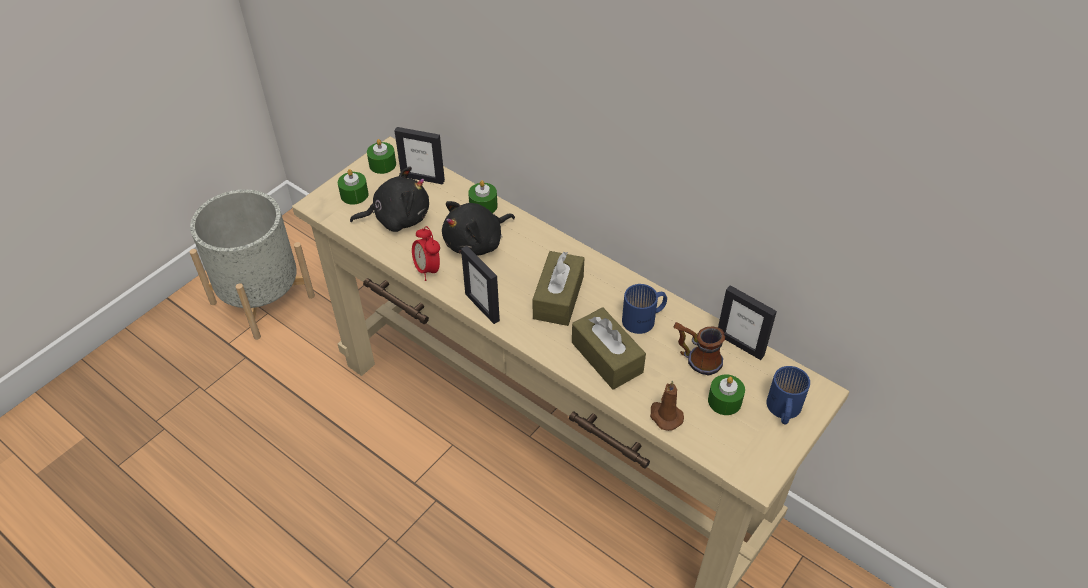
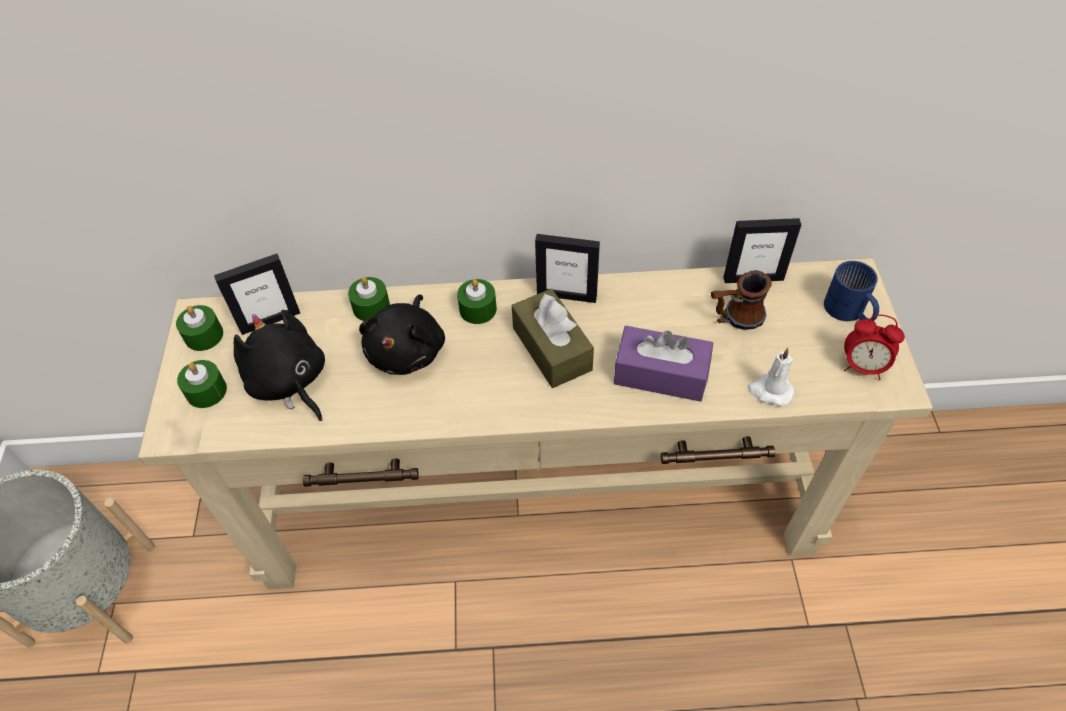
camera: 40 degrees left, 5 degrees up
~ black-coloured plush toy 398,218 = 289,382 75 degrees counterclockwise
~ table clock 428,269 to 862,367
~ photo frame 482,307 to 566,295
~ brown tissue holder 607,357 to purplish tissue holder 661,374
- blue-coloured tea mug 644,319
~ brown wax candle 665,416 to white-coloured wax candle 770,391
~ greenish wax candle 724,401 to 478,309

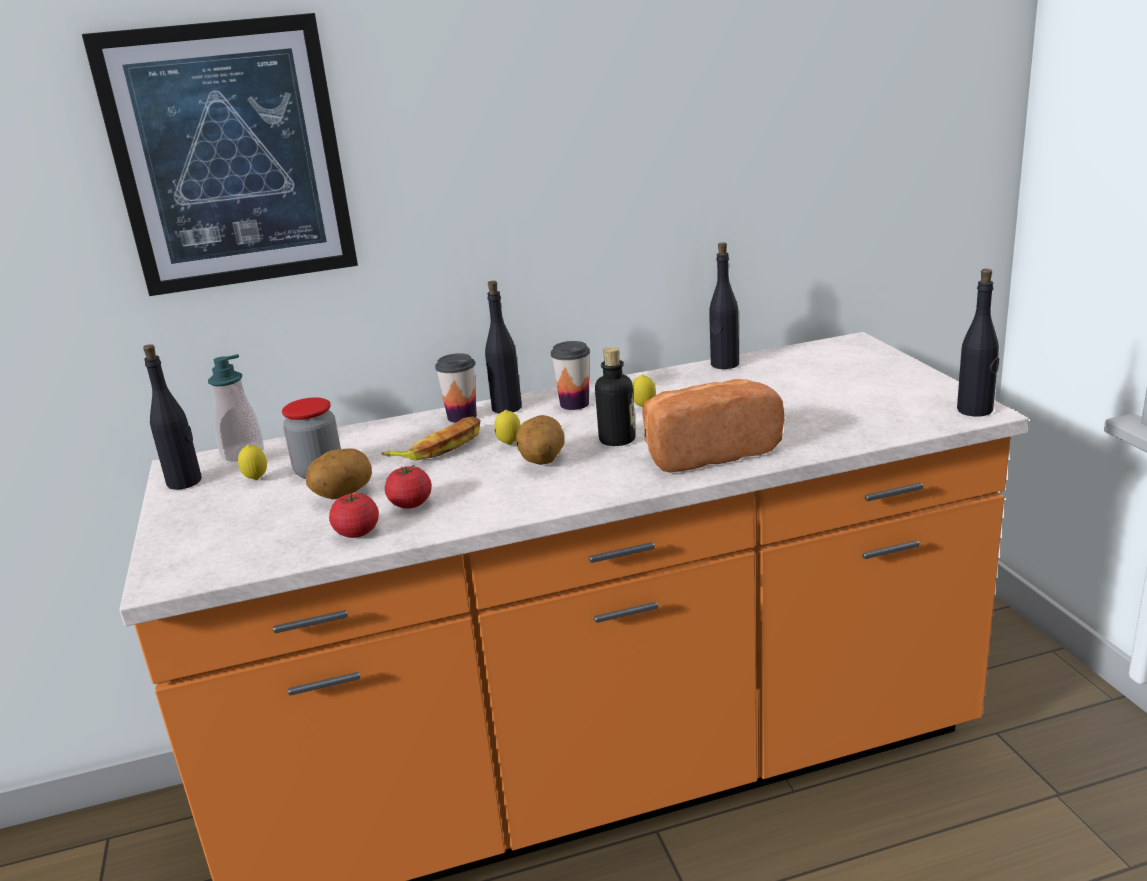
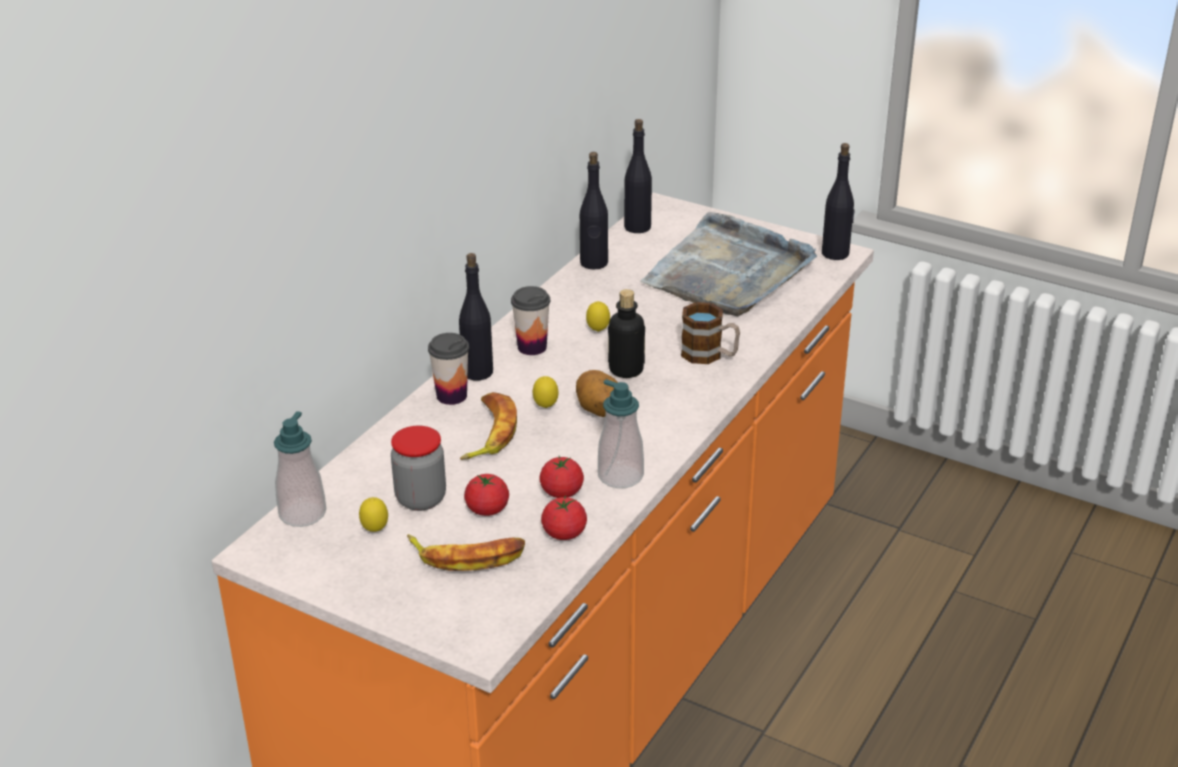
camera: 45 degrees left, 10 degrees up
- wall art 230,156
~ black-coloured bottle 185,482 to 638,227
~ potato 343,495 to fresh tomato 487,509
~ baked bread 707,451 to tea mug 709,355
+ banana 468,556
+ liquid soap bottle 620,476
+ gray carrying tray 728,272

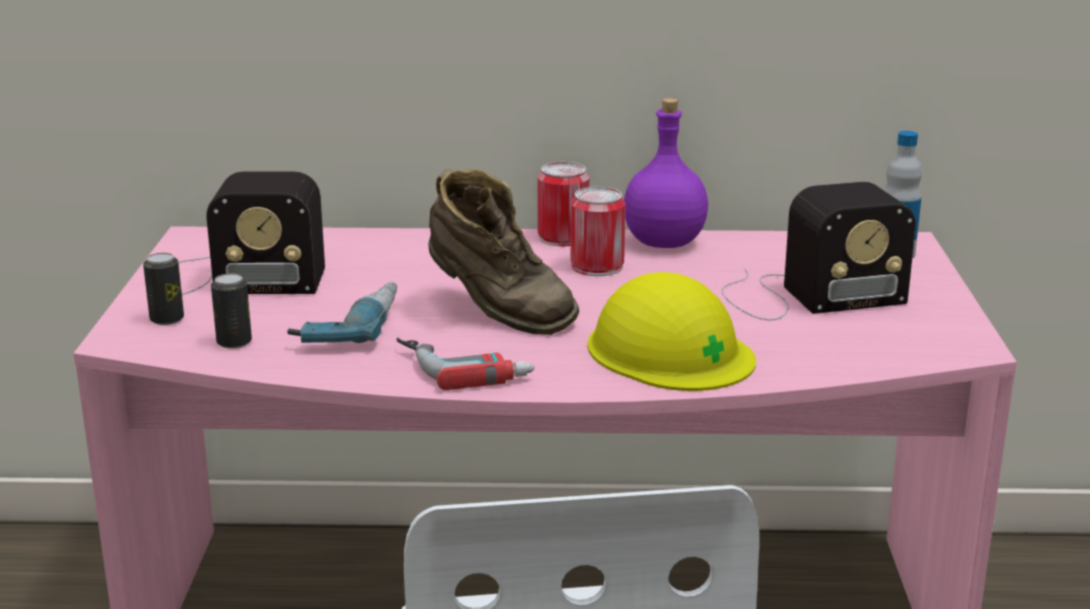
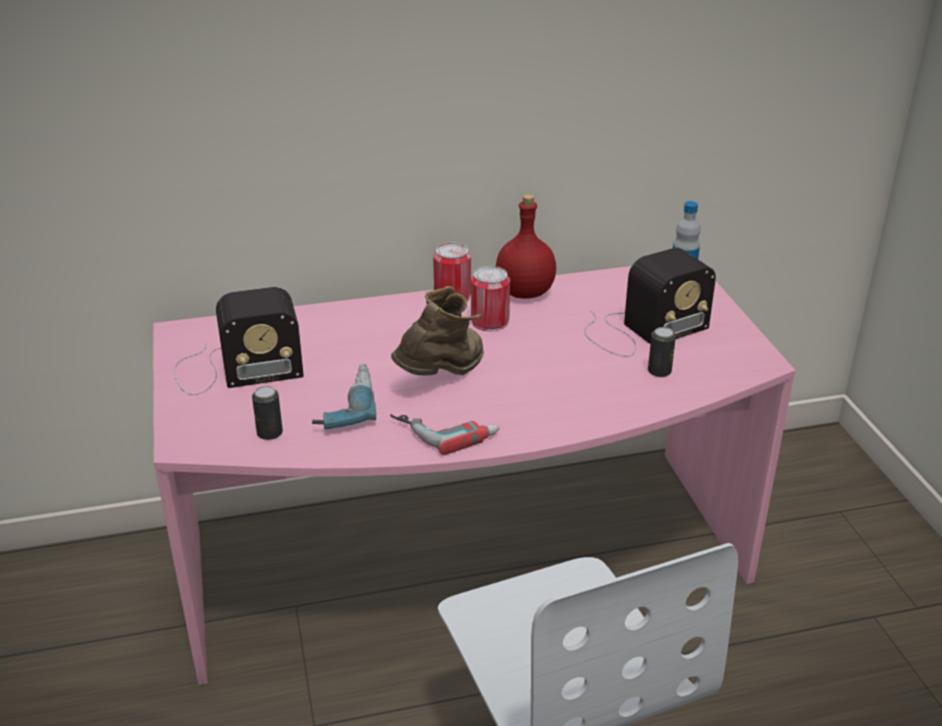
camera: 15 degrees left, 10 degrees up
~ can 167,319 to 659,371
~ brown boot 497,313 = 443,377 75 degrees counterclockwise
- yellow-coloured hard hat 669,351
~ purplish bottle 665,243 to red-coloured bottle 526,292

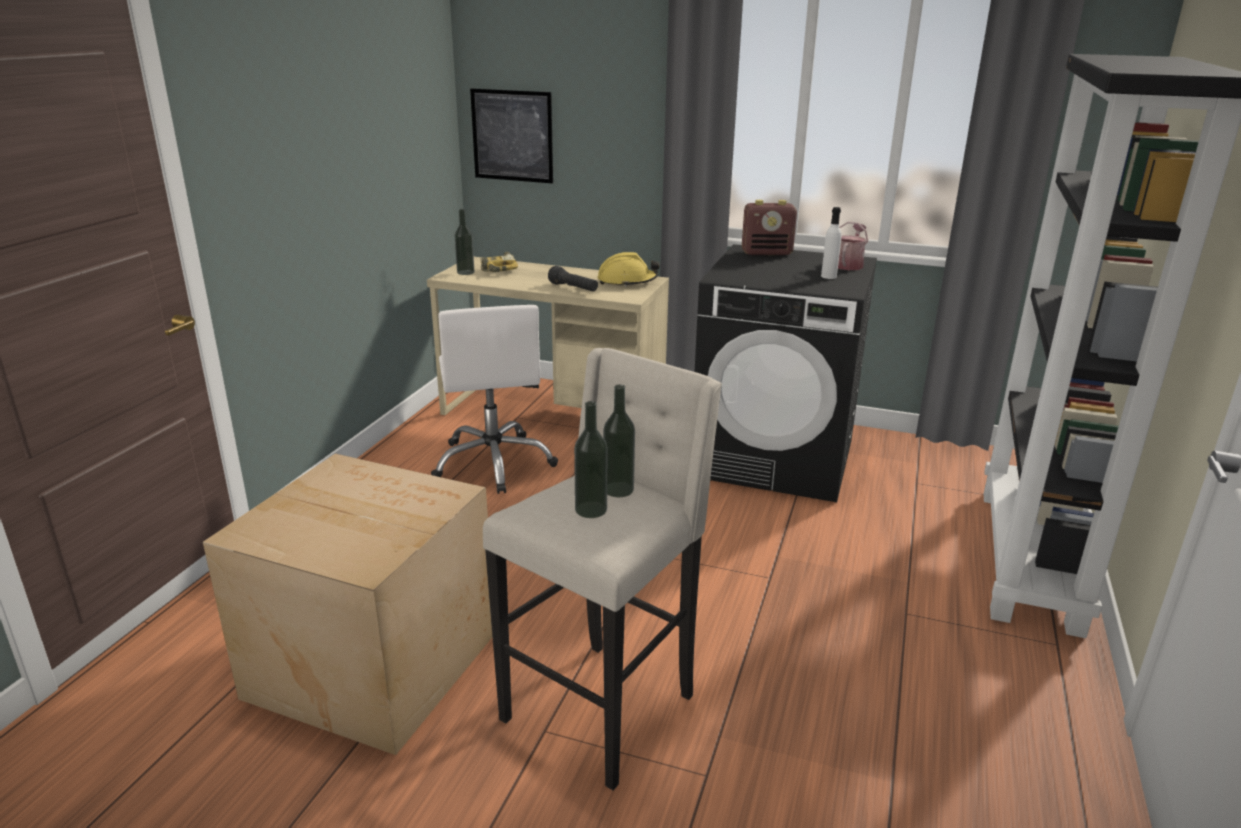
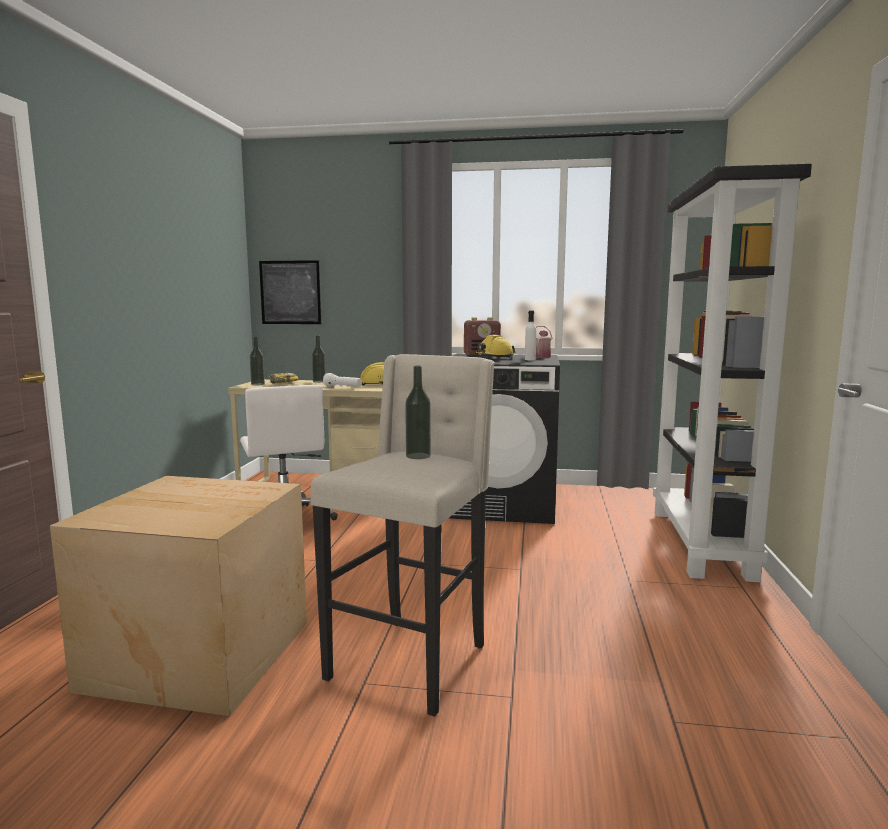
camera: 10 degrees left, 15 degrees down
~ black-coloured torch 573,288 to white-coloured torch 343,387
~ bottle 591,509 to 319,381
+ yellow-coloured hard hat 493,358

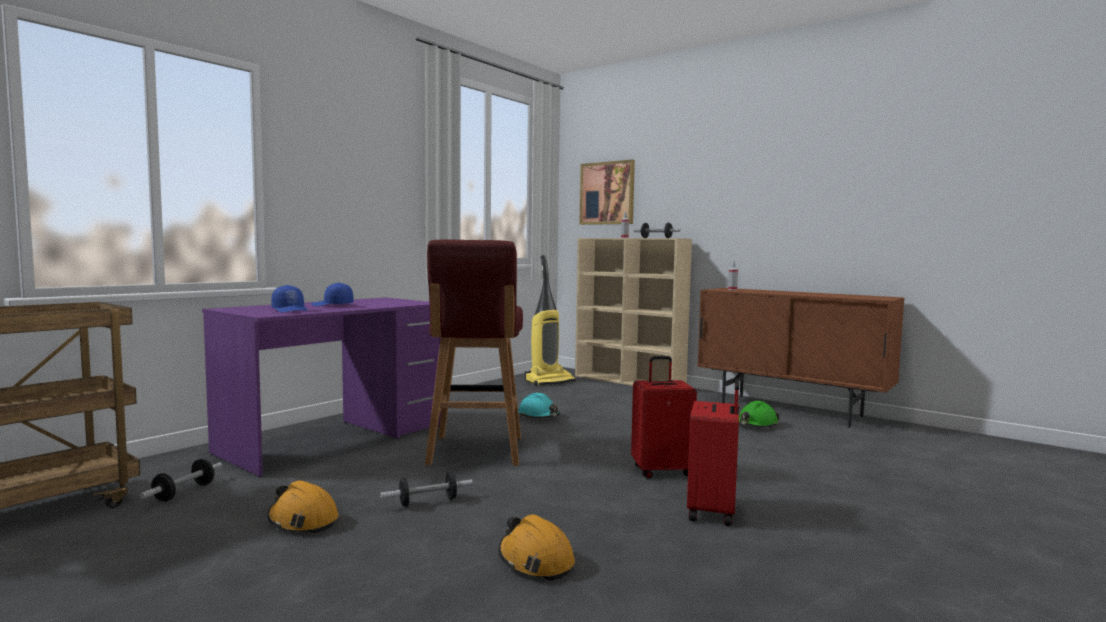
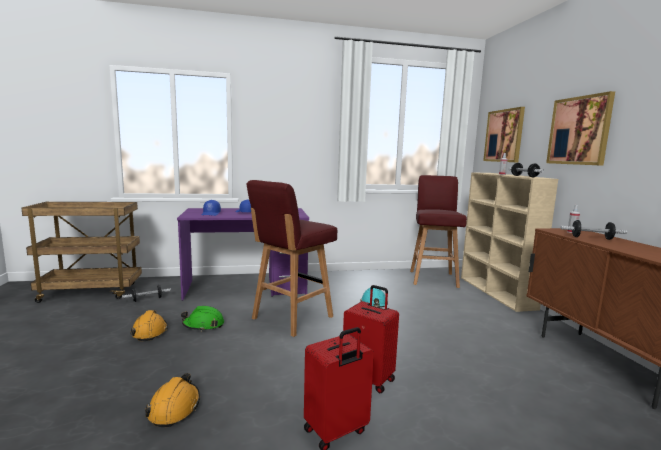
camera: 40 degrees right, 5 degrees up
~ free weight 428,502 to 591,238
~ vacuum cleaner 549,381 to red-coloured sitting stool 433,278
~ greenish hard hat 756,425 to 203,325
+ wall art 579,131

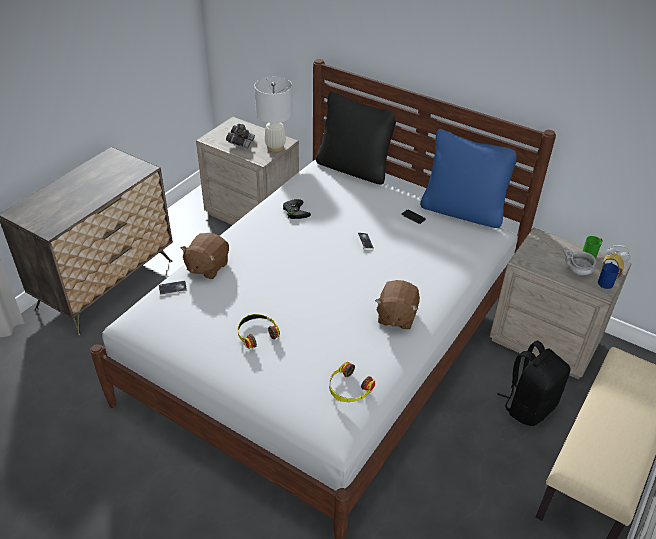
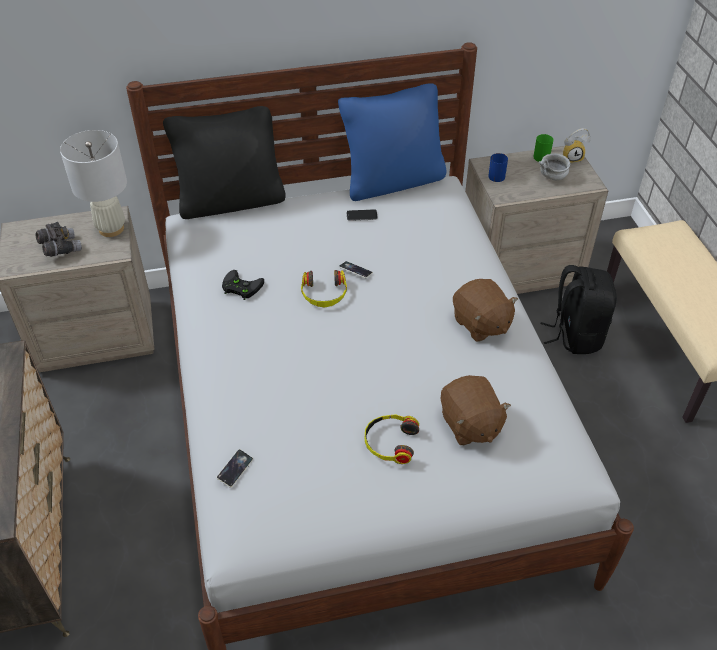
camera: 45 degrees left, 5 degrees up
~ brown plush toy 207,267 to 470,424
~ pair of headphones 349,388 to 324,294
~ blue-coloured tea mug 608,283 to 497,175

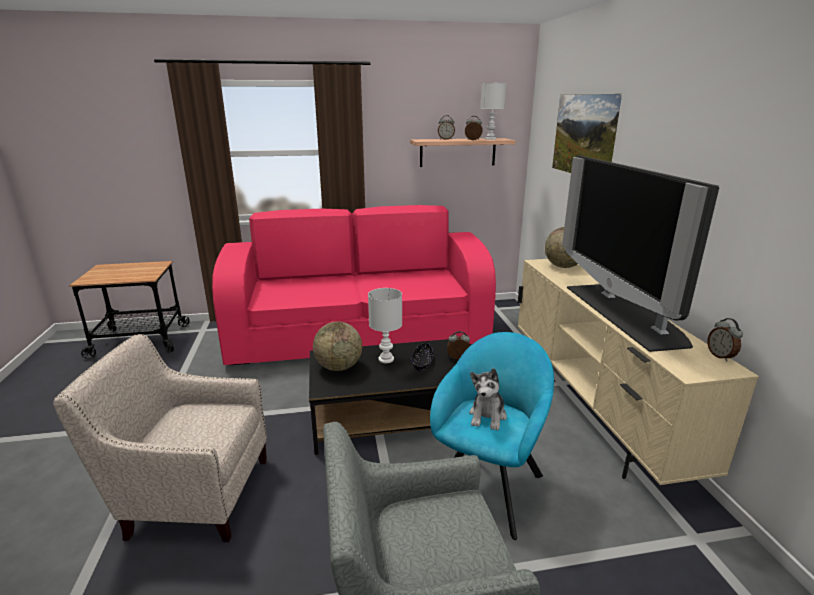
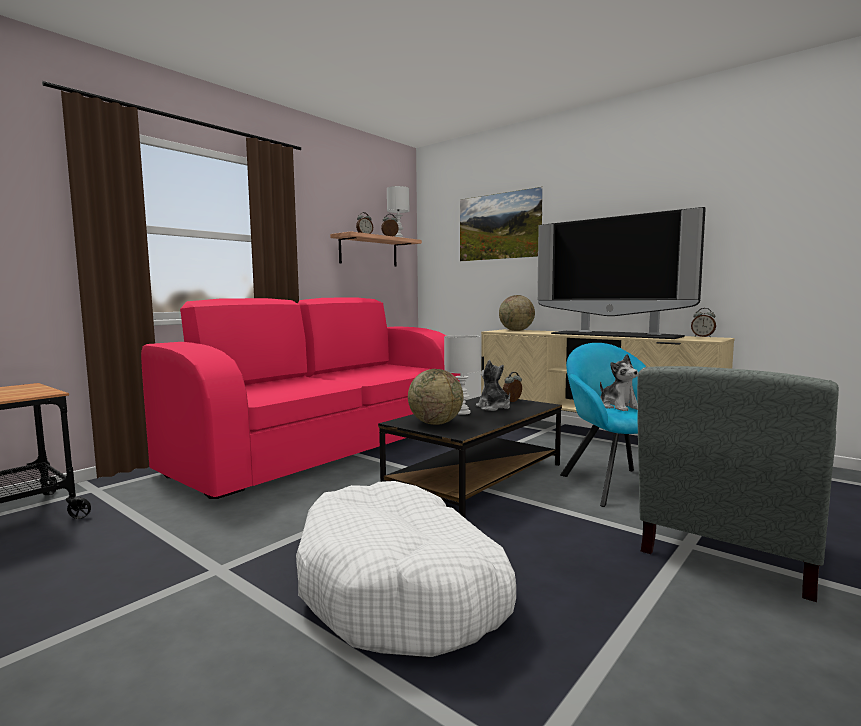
camera: 40 degrees left, 15 degrees down
~ sand-coloured lounge chair 193,493 to white-coloured dog cushion 402,589
~ black-coloured bowl 422,362 to plush toy 493,408

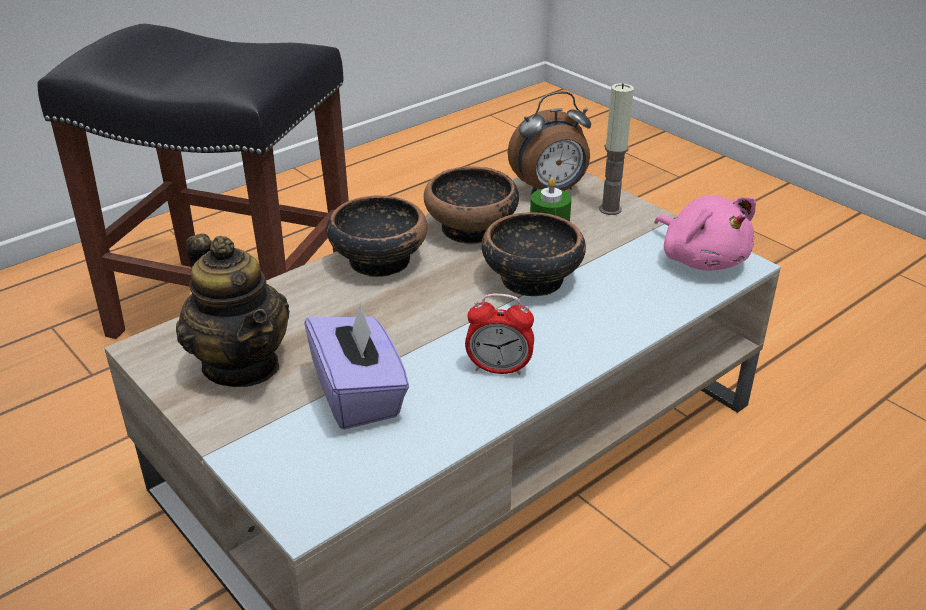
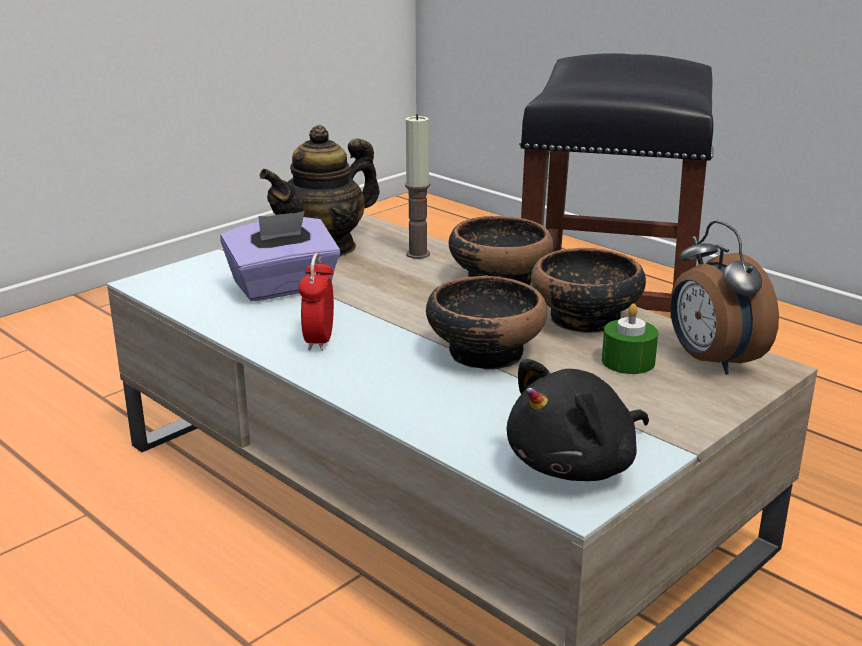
camera: 85 degrees right, 10 degrees down
~ wax candle 610,209 to 417,254
~ pink plush toy 701,259 to black-coloured plush toy 576,465

